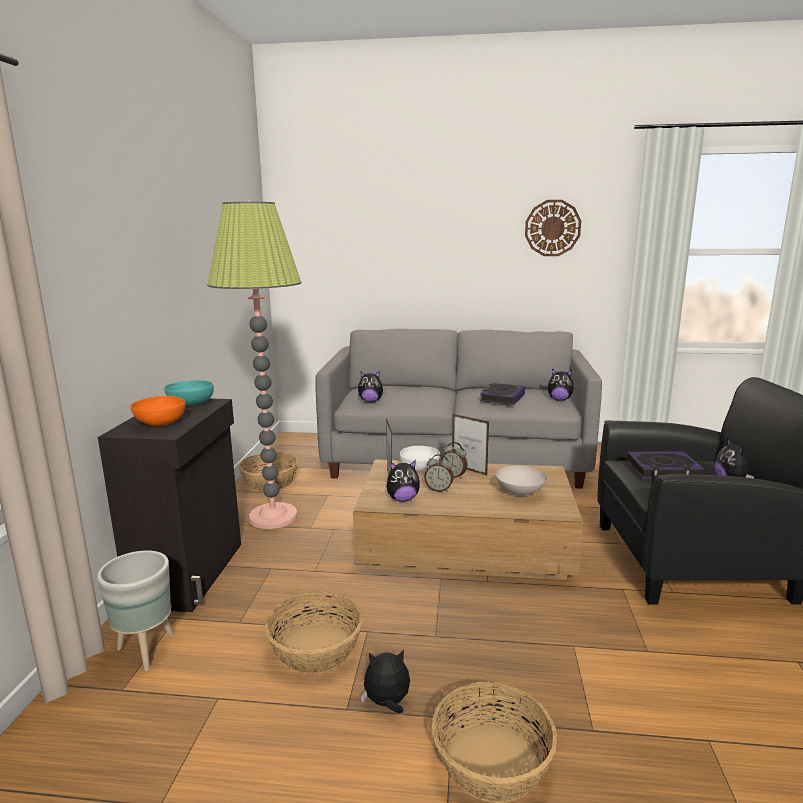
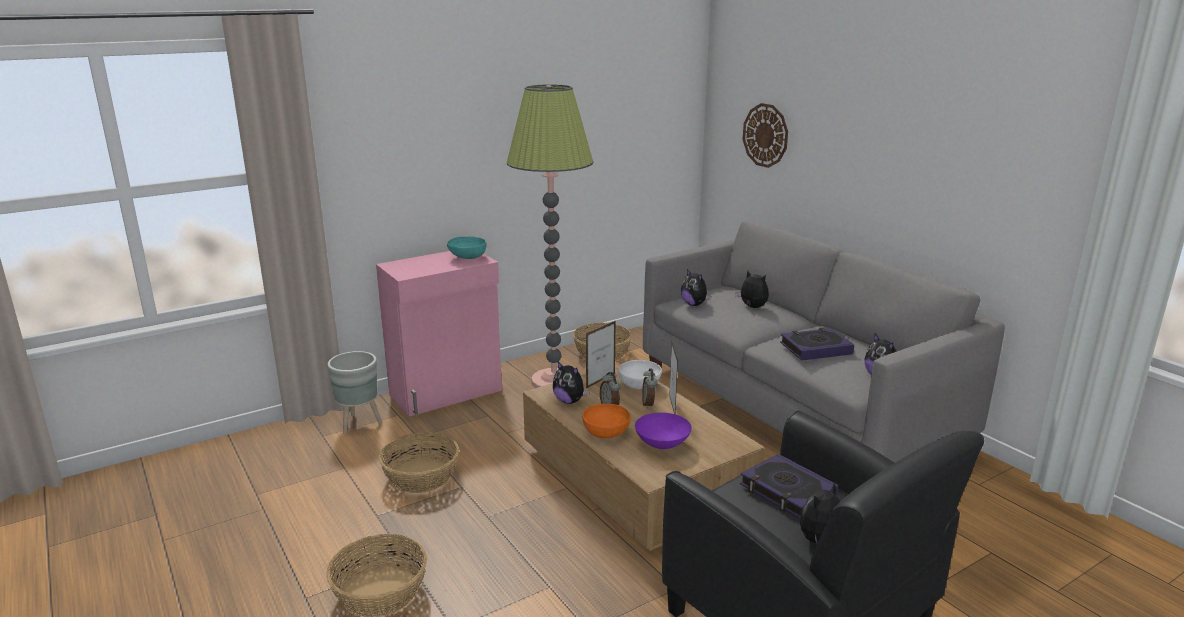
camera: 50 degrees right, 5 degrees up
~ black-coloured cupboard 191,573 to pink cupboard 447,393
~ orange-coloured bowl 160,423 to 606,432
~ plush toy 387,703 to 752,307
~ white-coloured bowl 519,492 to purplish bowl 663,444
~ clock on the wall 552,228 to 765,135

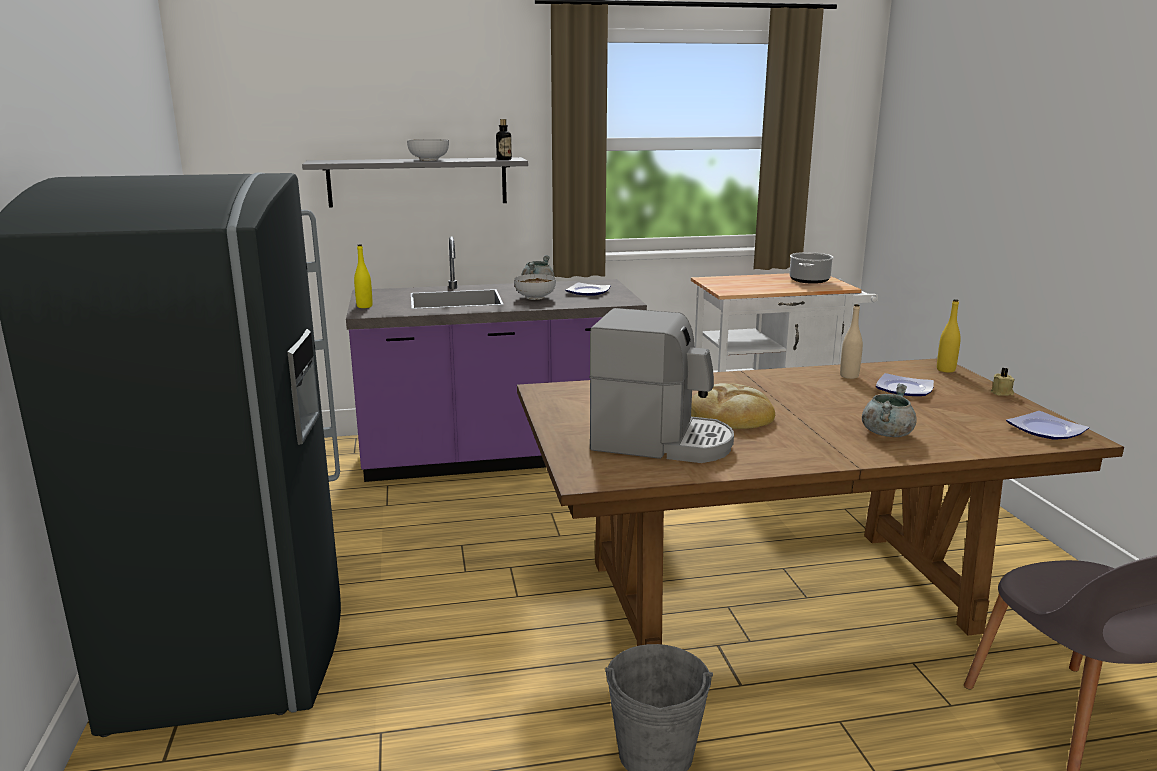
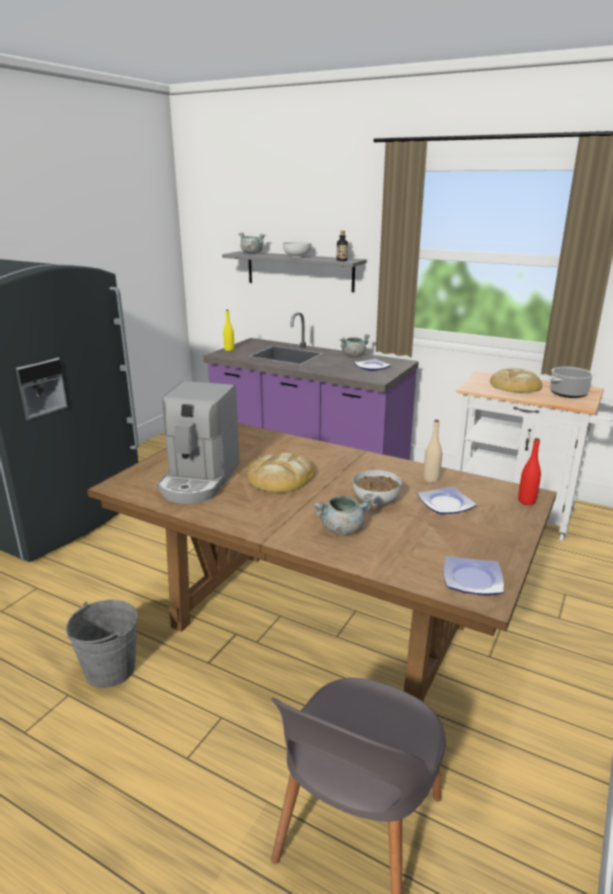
camera: 40 degrees right, 5 degrees up
~ bowl 535,298 to 375,501
~ coffee maker 661,442 = 199,480 45 degrees clockwise
~ yellow-coloured bottle 945,370 to red-coloured bottle 526,501
- sand-coloured wax candle 1002,393
+ gray saucepot 251,253
+ baked bread 515,385

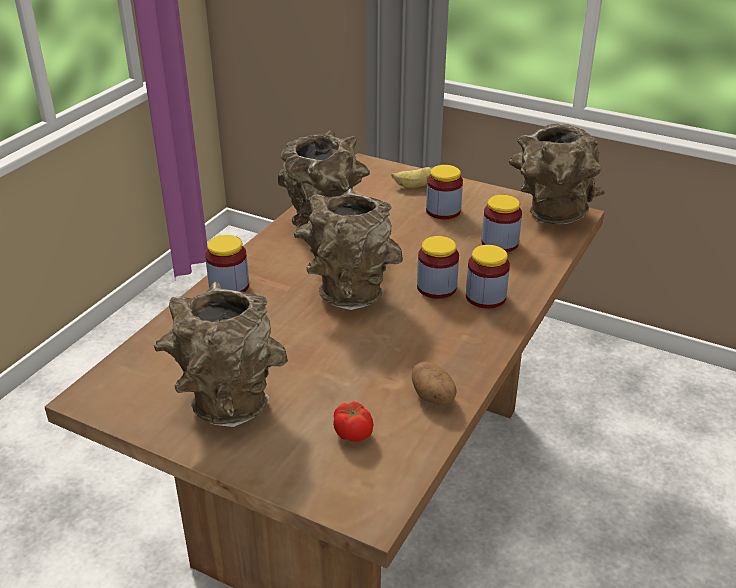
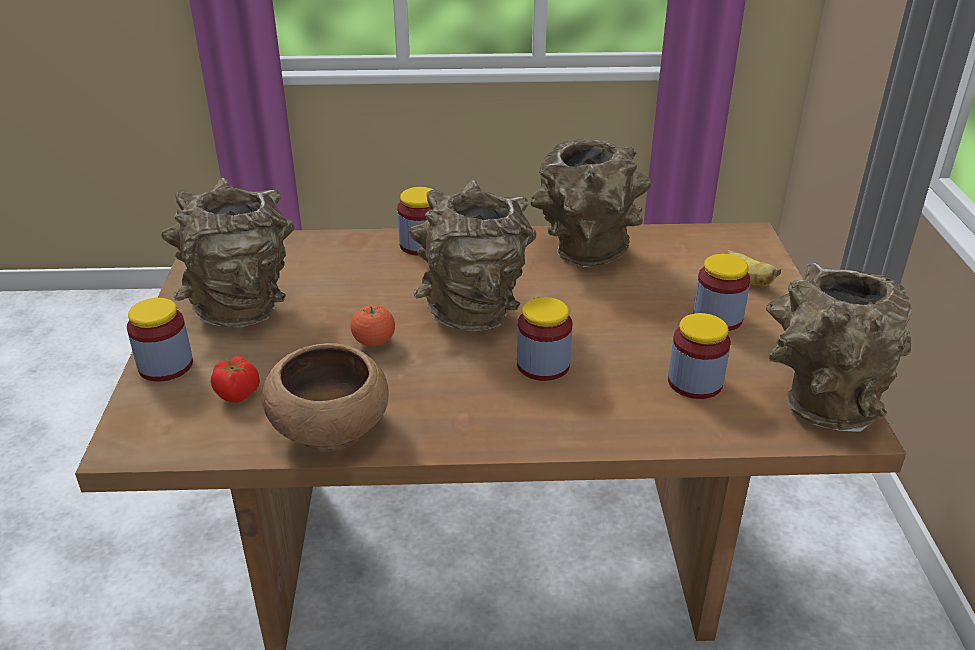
camera: 60 degrees right, 0 degrees up
~ potato 433,397 to brown bowl 331,427
~ storage jar 485,297 to 165,366
+ fresh tomato 374,342

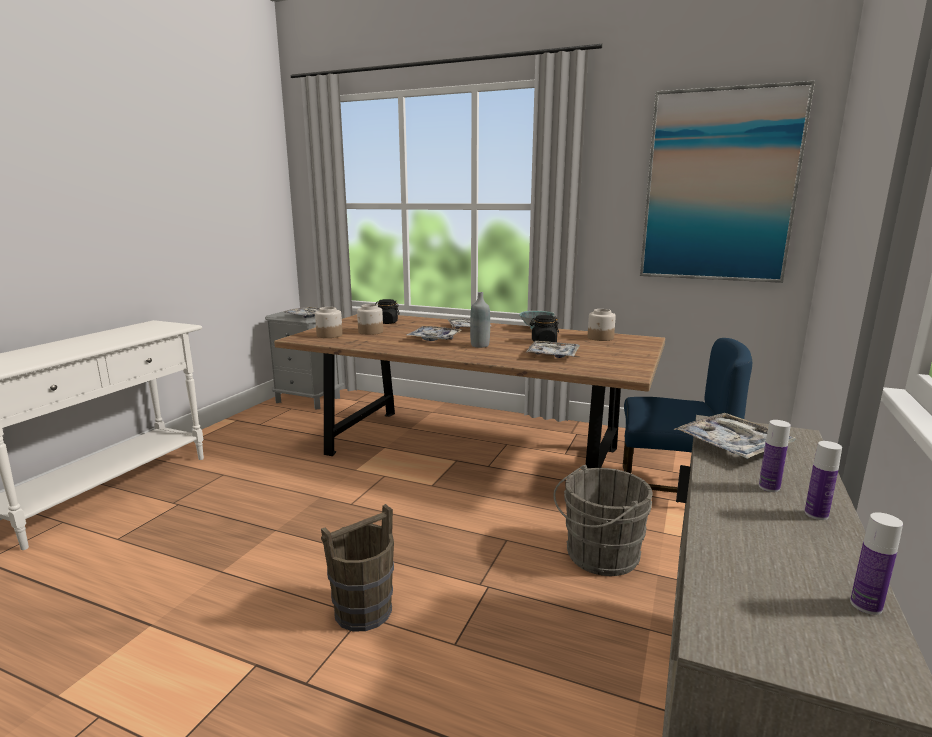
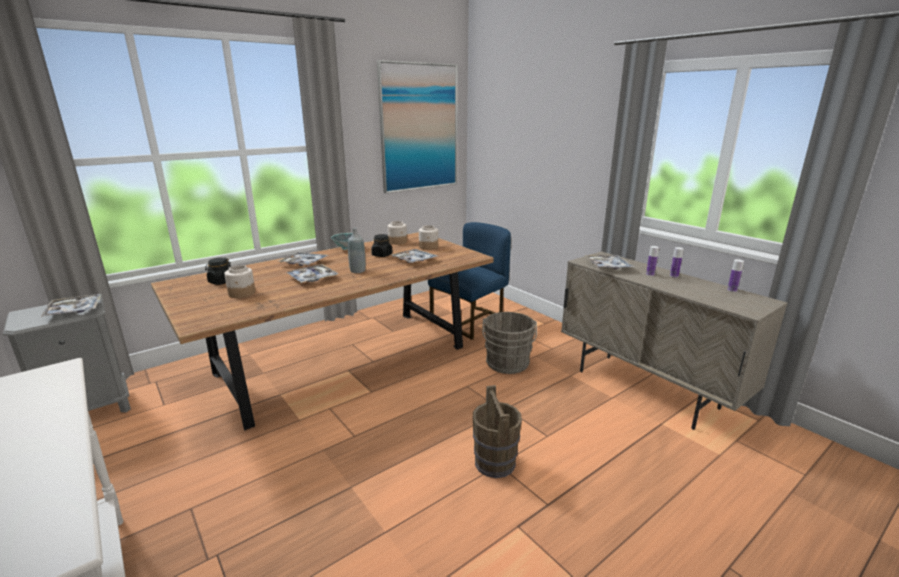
camera: 60 degrees left, 5 degrees up
~ storage jar 329,335 to 428,247

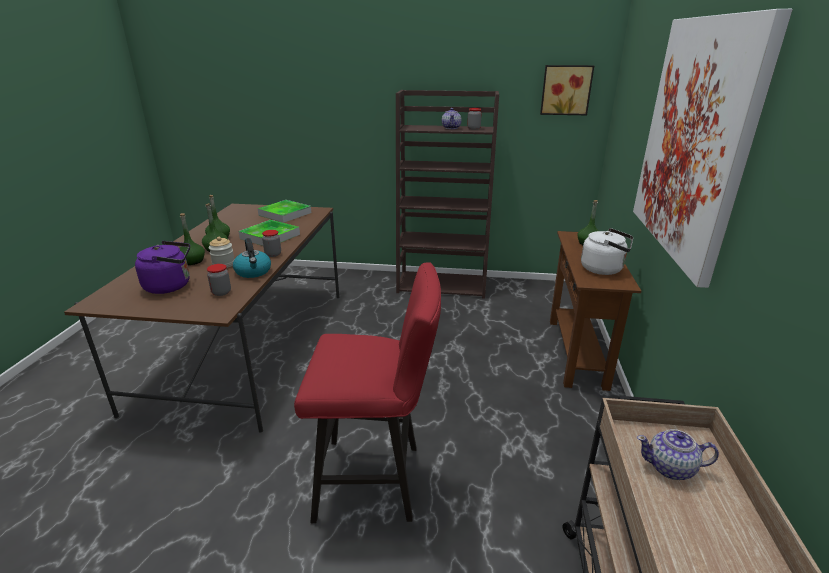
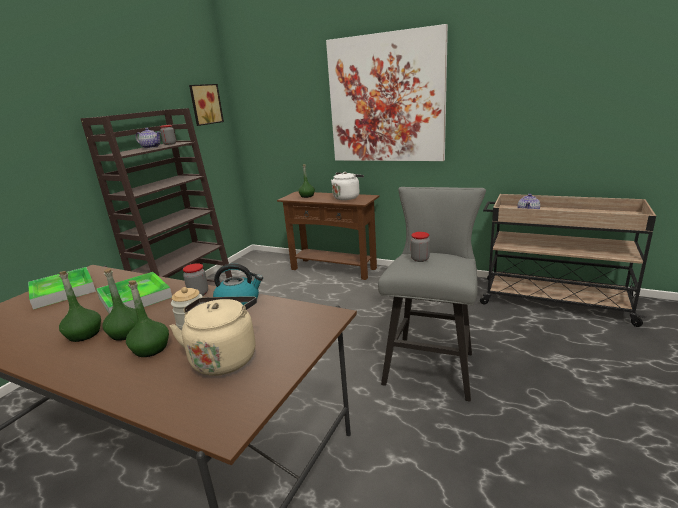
camera: 70 degrees left, 5 degrees down
~ purplish water kettle 171,286 to sand-coloured water kettle 225,357
~ storage jar 221,292 to 420,259
~ red-coloured sitting stool 377,480 to gray sitting stool 432,364

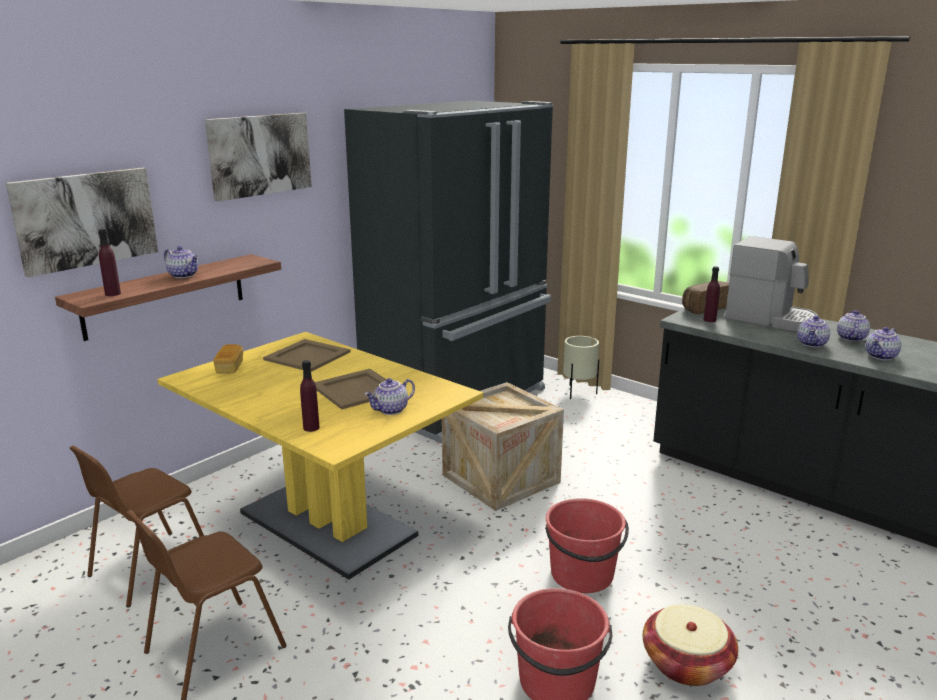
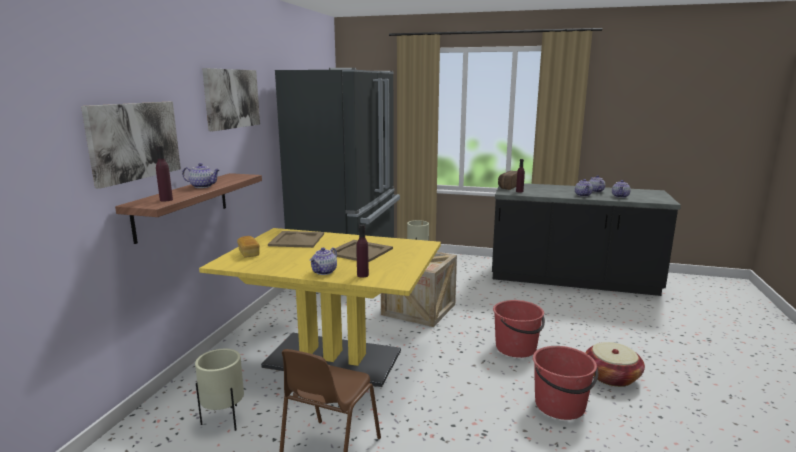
camera: 25 degrees left, 5 degrees down
~ brown upright chair 149,569 to sand-coloured plant pot 224,420
~ tea pot 391,410 to 324,272
- coffee maker 770,319

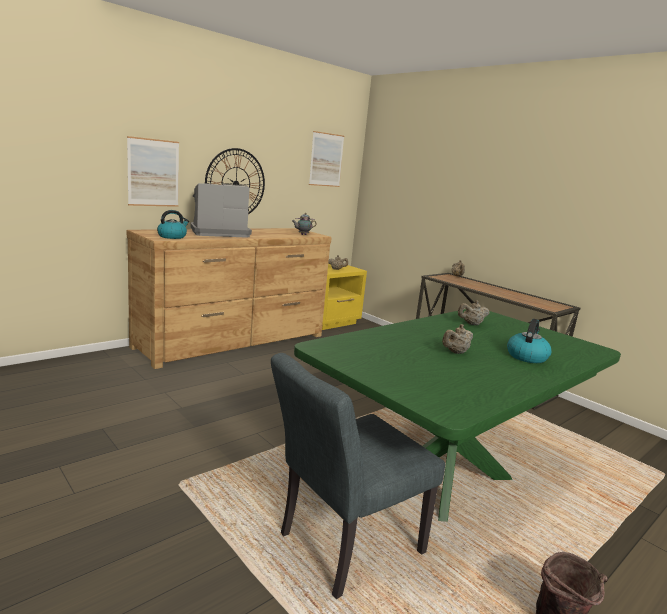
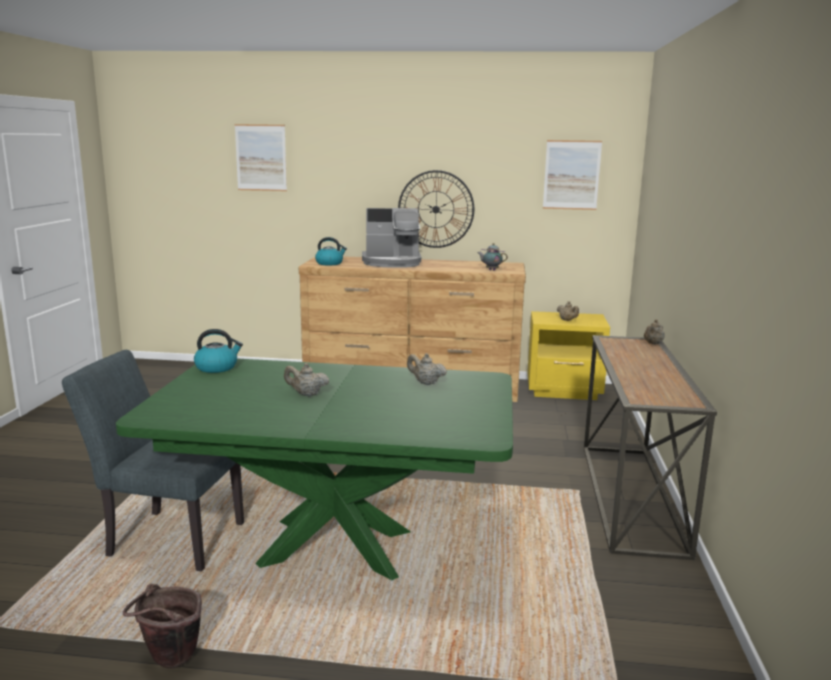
camera: 50 degrees right, 0 degrees up
~ wall art 153,173 to 261,157
~ coffee maker 218,233 = 392,263 150 degrees clockwise
~ water kettle 526,356 to 217,367

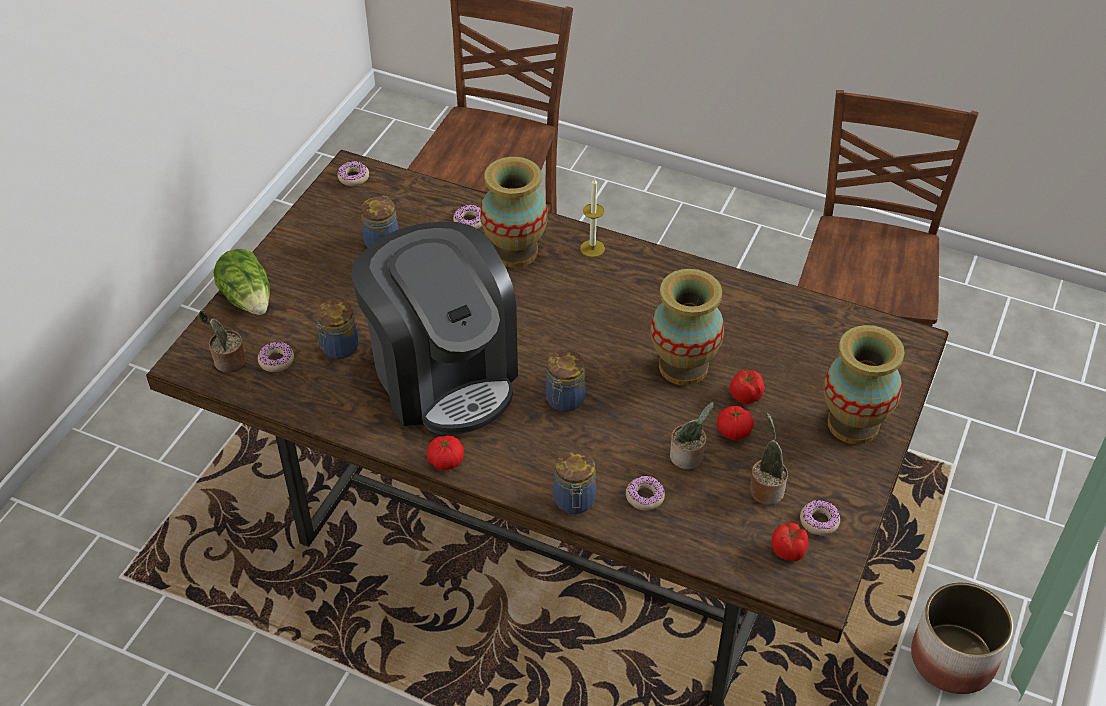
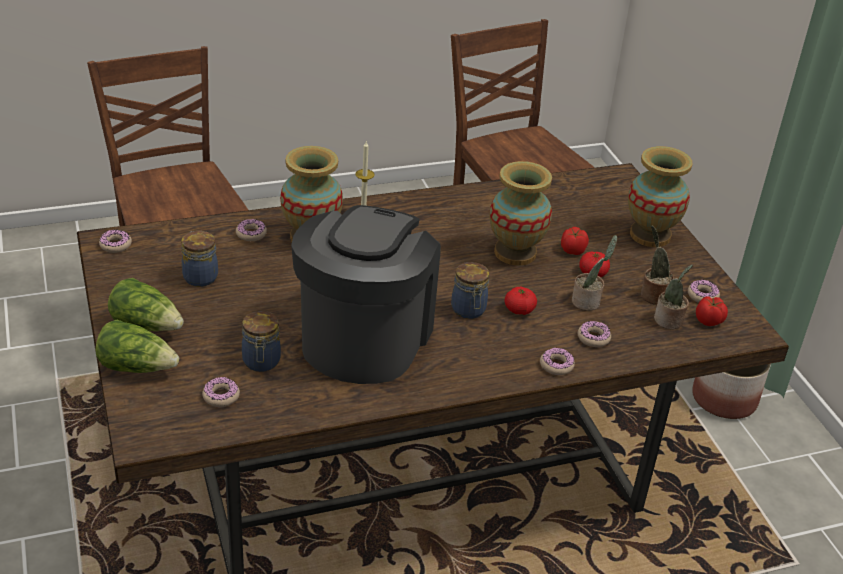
camera: 45 degrees left, 10 degrees down
~ houseplant 228,362 to 669,321
~ coffee maker 443,374 = 364,338 90 degrees counterclockwise
~ fresh tomato 446,461 to 519,310
~ storage jar 574,501 to ring doughnut 556,365
+ head of lettuce 147,325

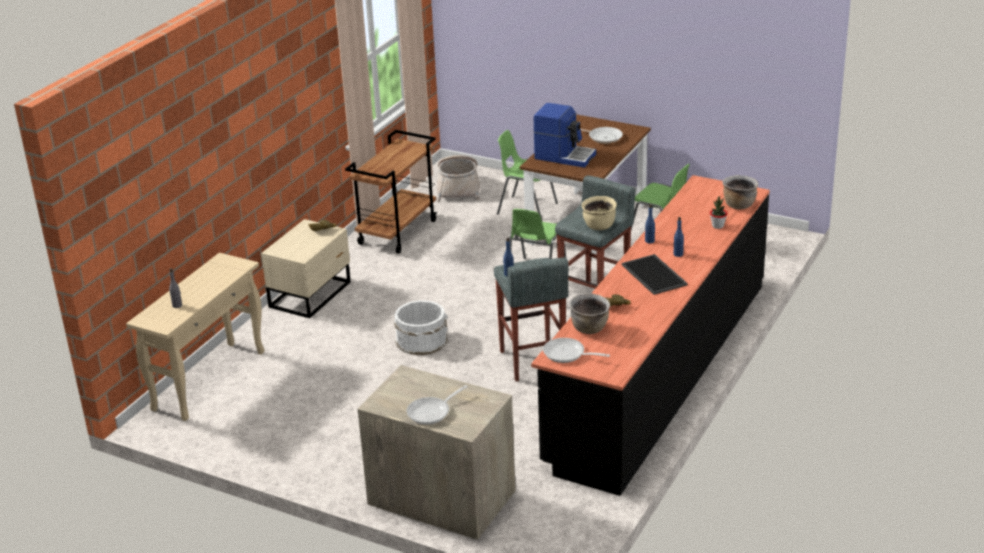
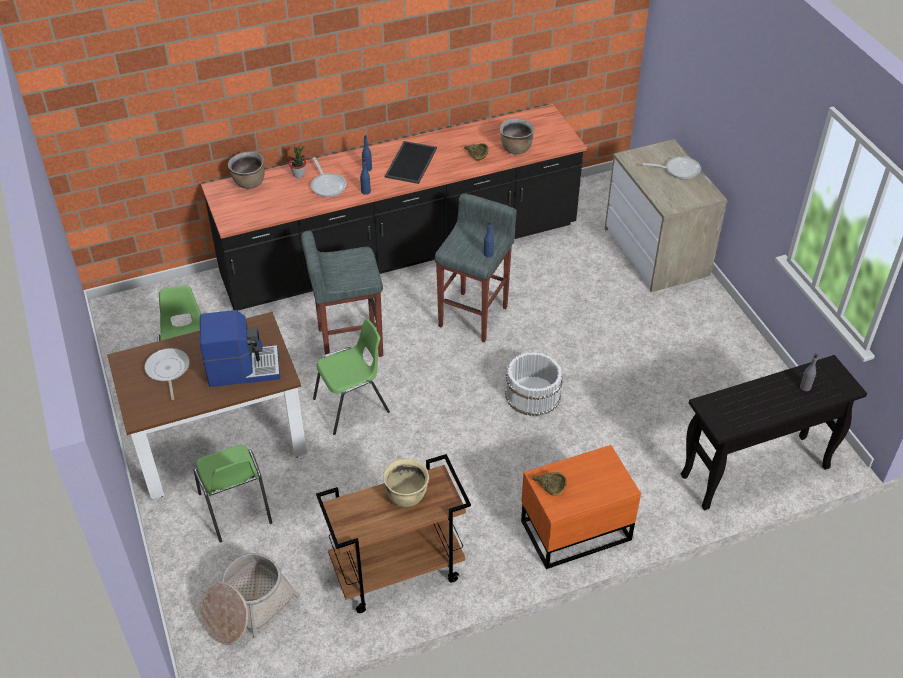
camera: 140 degrees left, 15 degrees up
~ sand-coloured console table 209,380 to black-coloured console table 754,473
~ sand-coloured nightstand 312,294 to orange-coloured nightstand 573,529
~ coffee maker 564,156 = 243,368 105 degrees clockwise
~ skillet 567,354 to 328,185
~ sand-coloured saucepot 599,226 to 406,496

